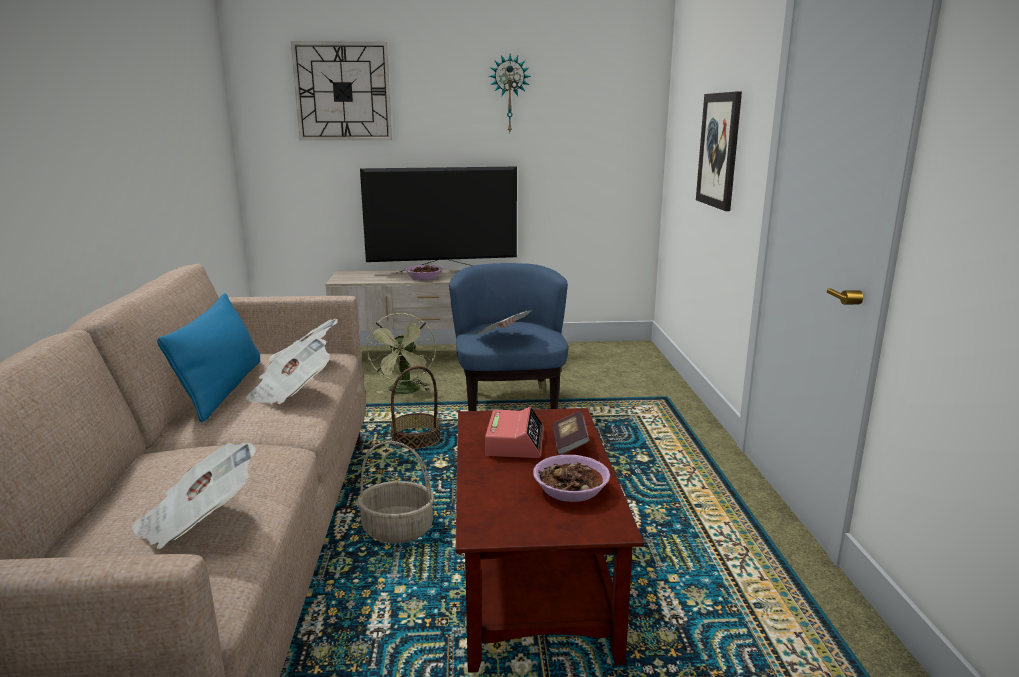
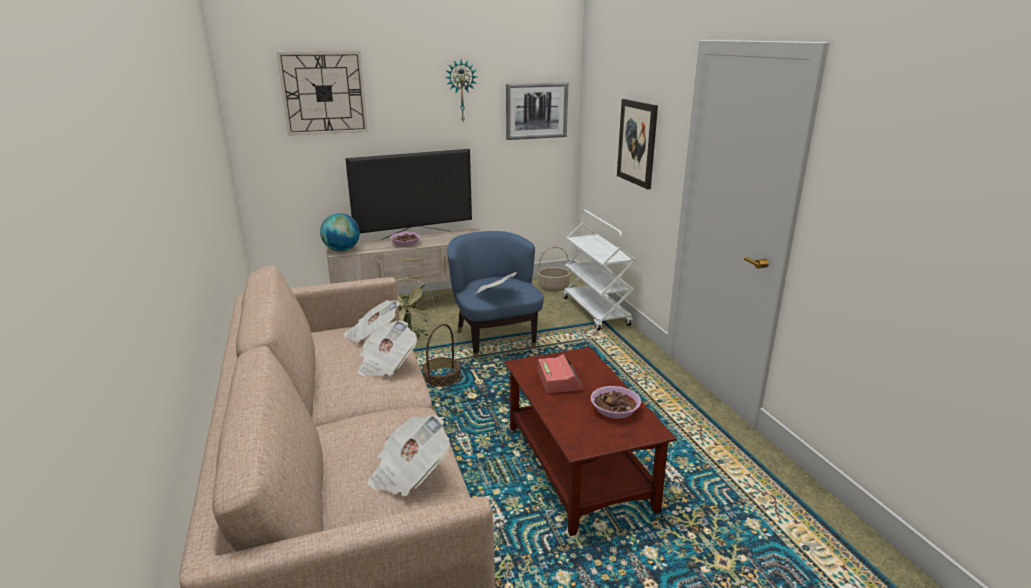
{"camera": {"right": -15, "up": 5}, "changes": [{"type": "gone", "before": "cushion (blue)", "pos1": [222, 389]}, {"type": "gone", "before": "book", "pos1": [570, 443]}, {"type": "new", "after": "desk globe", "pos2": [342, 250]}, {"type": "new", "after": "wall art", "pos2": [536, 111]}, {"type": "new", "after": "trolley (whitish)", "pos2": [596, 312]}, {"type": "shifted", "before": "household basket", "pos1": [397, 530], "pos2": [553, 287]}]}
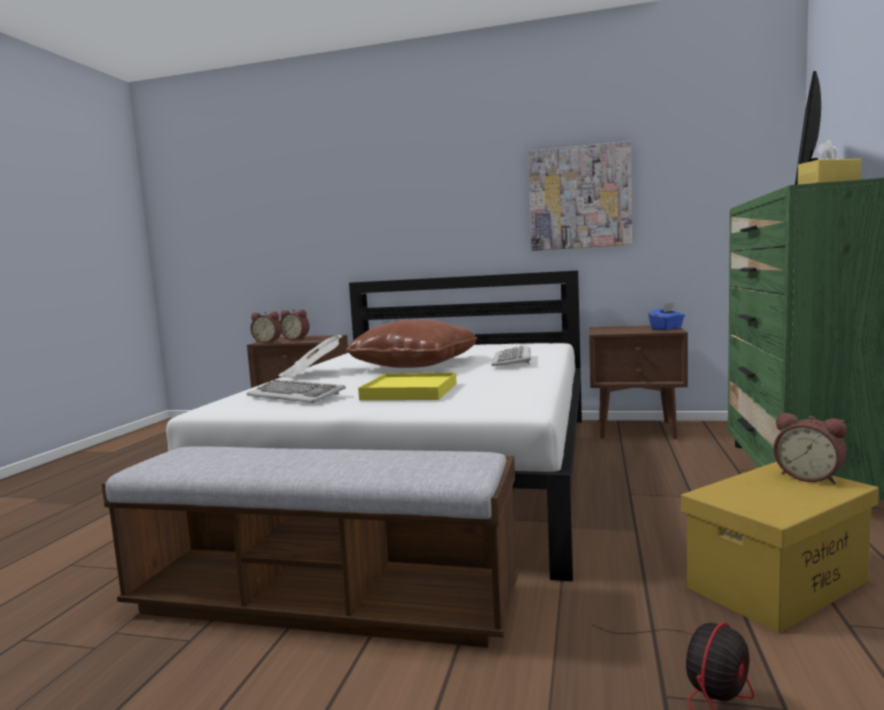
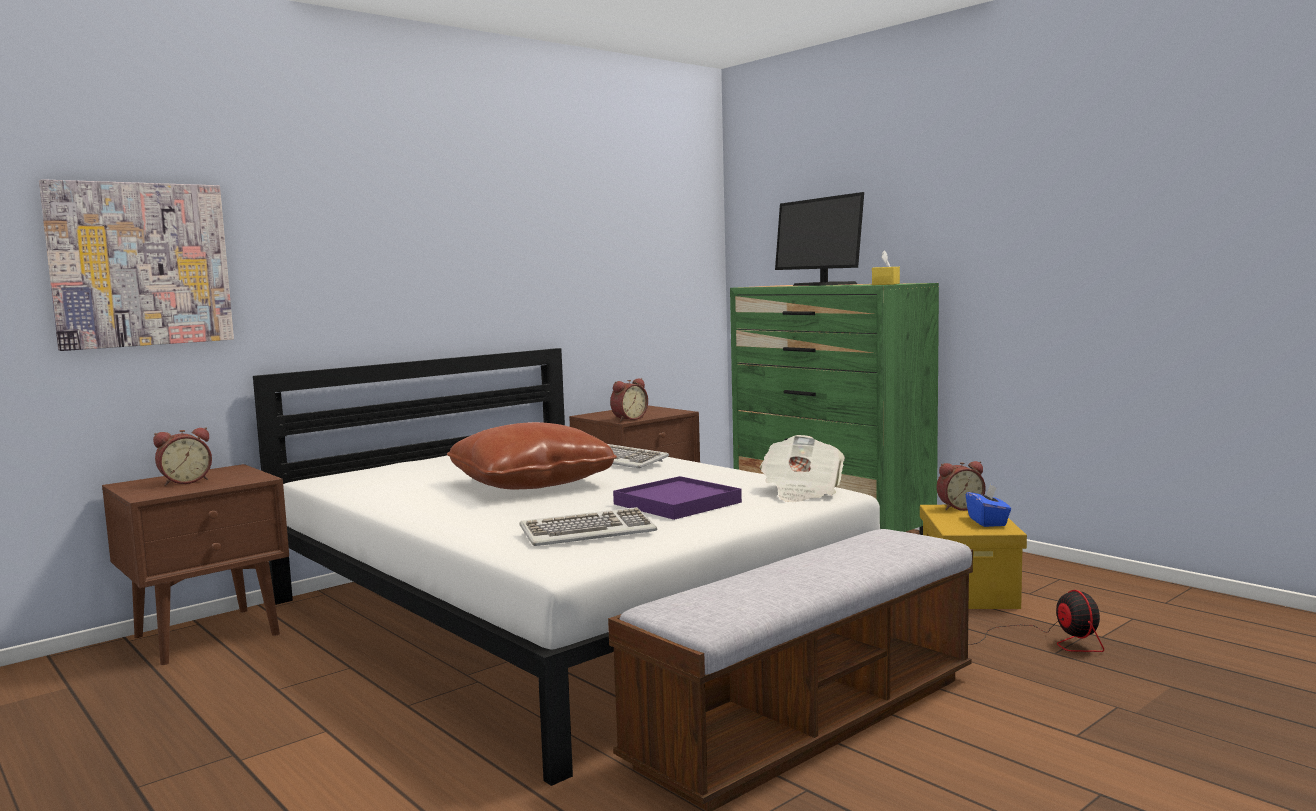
{"camera": {"right": -55, "up": 0}, "changes": [{"type": "shifted", "before": "bedside clock", "pos1": [268, 342], "pos2": [628, 419]}, {"type": "shifted", "before": "printed paper", "pos1": [311, 373], "pos2": [801, 492]}, {"type": "shifted", "before": "wall art", "pos1": [579, 197], "pos2": [141, 264]}, {"type": "shifted", "before": "tissue holder (blue)", "pos1": [667, 328], "pos2": [988, 522]}, {"type": "repainted", "before": "serving tray (yellow)", "after": "serving tray (purplish)", "pos1": [410, 391], "pos2": [677, 503]}]}
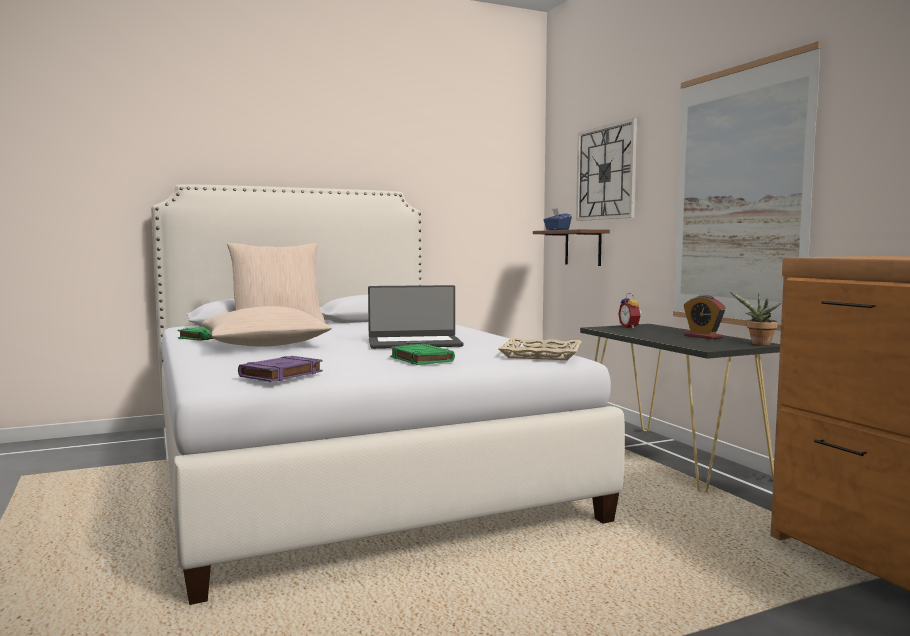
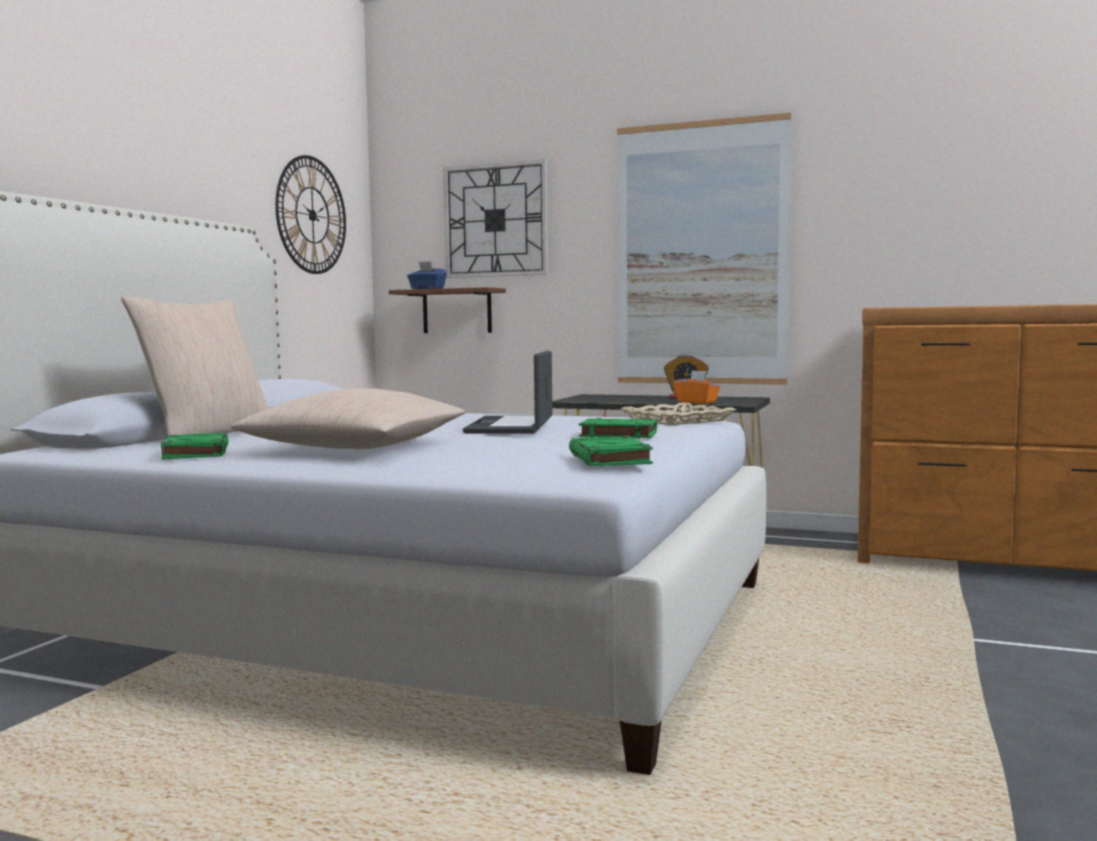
{"camera": {"right": -45, "up": 0}, "changes": [{"type": "gone", "before": "bedside clock", "pos1": [630, 327]}, {"type": "gone", "before": "houseplant", "pos1": [759, 344]}, {"type": "new", "after": "wall clock", "pos2": [312, 215]}, {"type": "new", "after": "tissue holder (orangey)", "pos2": [696, 402]}, {"type": "repainted", "before": "book (purplish)", "after": "book (green-coloured)", "pos1": [281, 374], "pos2": [610, 459]}, {"type": "rotated", "before": "laptop", "pos1": [414, 343], "pos2": [512, 426], "turn": 150}]}
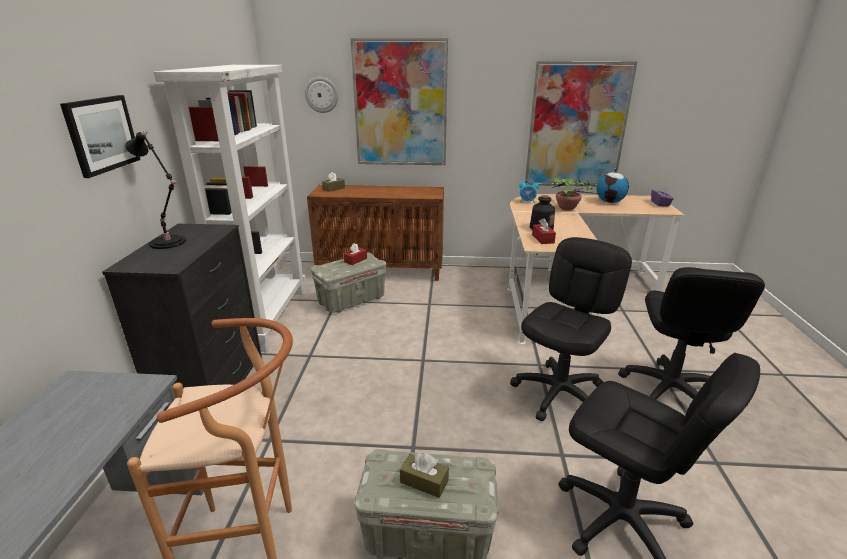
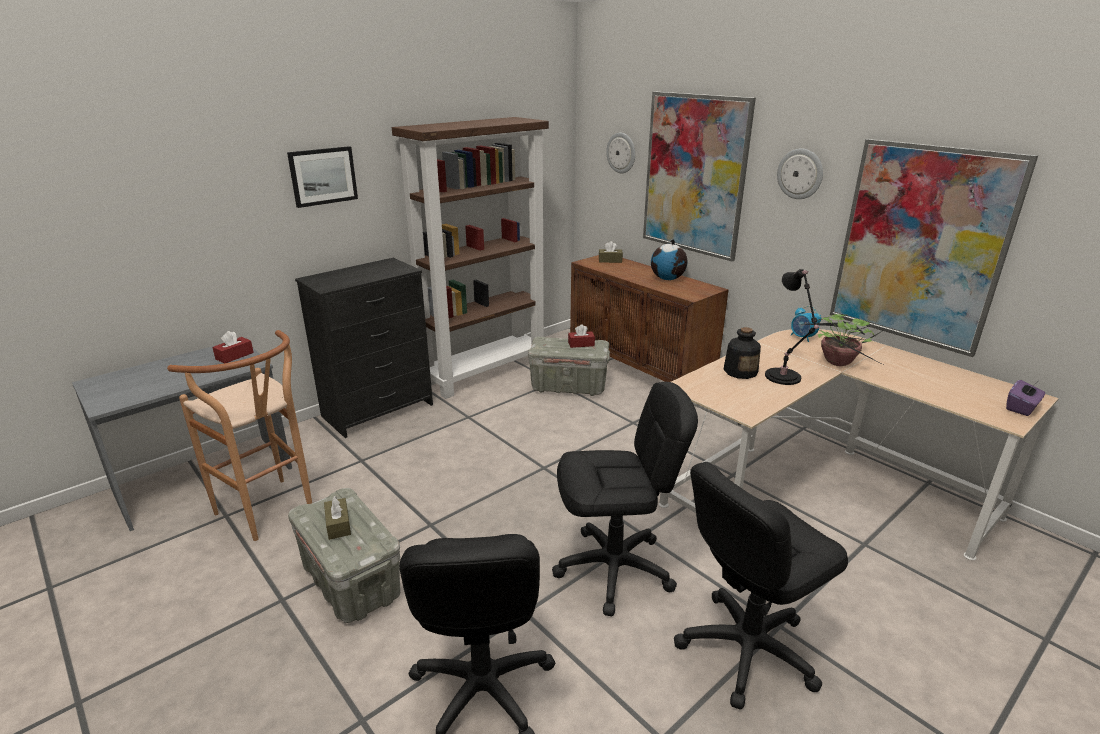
{"camera": {"right": 45, "up": 0}, "changes": [{"type": "new", "after": "wall clock", "pos2": [800, 174]}, {"type": "shifted", "before": "lamp for a table (black)", "pos1": [169, 243], "pos2": [784, 378]}, {"type": "shifted", "before": "tissue holder (reddish)", "pos1": [543, 239], "pos2": [234, 356]}, {"type": "shifted", "before": "desk globe", "pos1": [610, 202], "pos2": [668, 279]}, {"type": "repainted", "before": "bookcase (whitish)", "after": "bookcase (brownish)", "pos1": [268, 317], "pos2": [485, 371]}]}
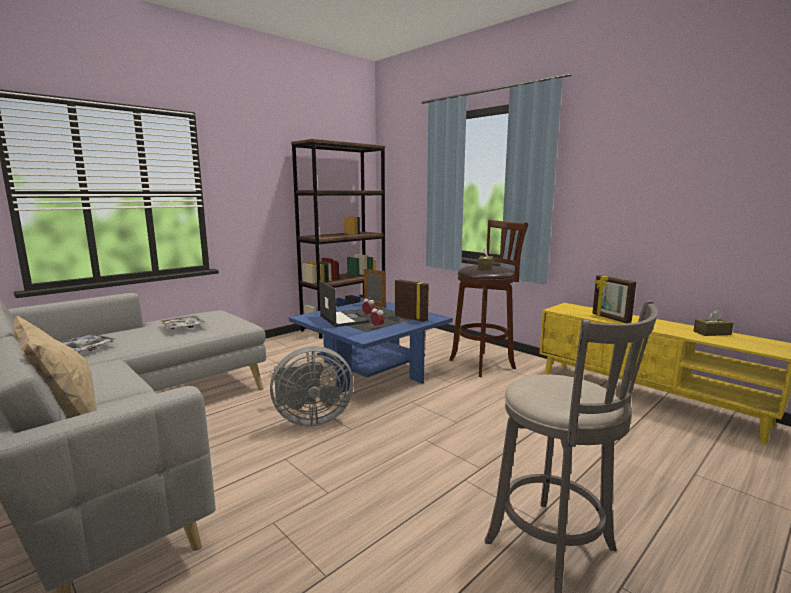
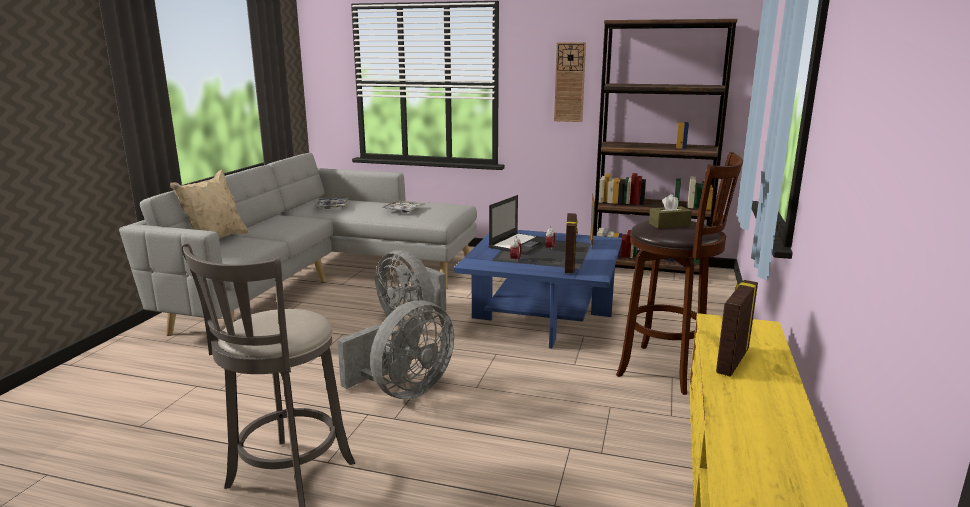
{"camera": {"right": 60, "up": 5}, "changes": [{"type": "gone", "before": "tissue holder (brownish)", "pos1": [712, 333]}, {"type": "new", "after": "electric fan (greyish)", "pos2": [404, 391]}, {"type": "new", "after": "wall clock", "pos2": [569, 82]}]}
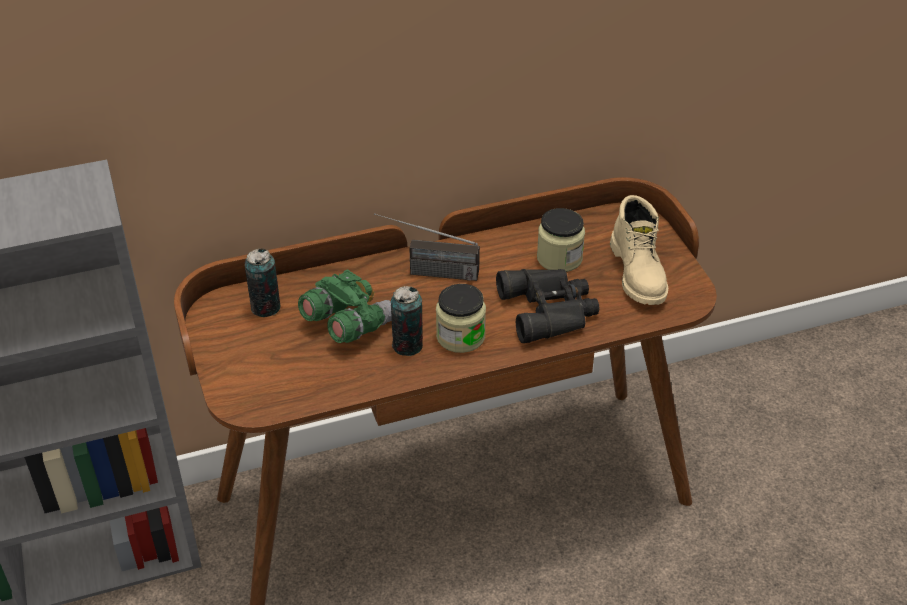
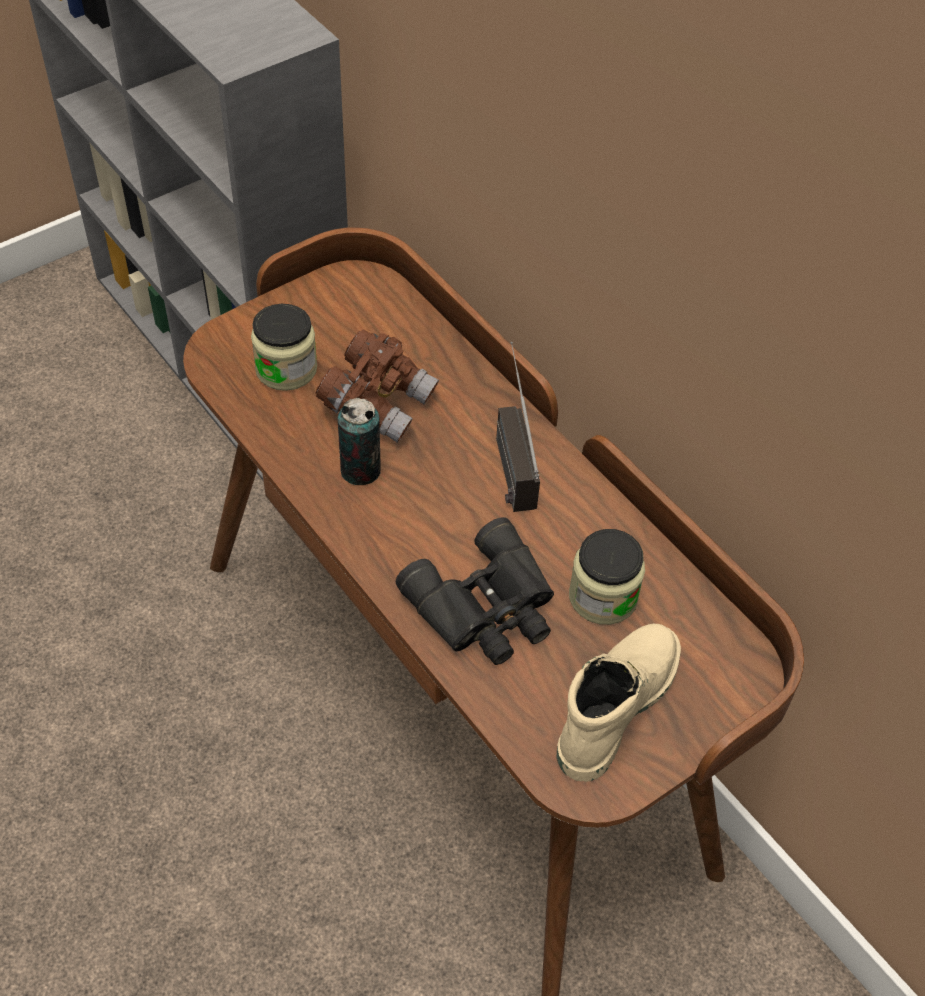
{"camera": {"right": 70, "up": 10}, "changes": [{"type": "gone", "before": "sealed can", "pos1": [265, 307]}, {"type": "shifted", "before": "preserve jar", "pos1": [460, 336], "pos2": [286, 369]}, {"type": "repainted", "before": "binoculars (green-coloured)", "after": "binoculars (brownish)", "pos1": [347, 324], "pos2": [378, 403]}, {"type": "rotated", "before": "tall boot (sand-coloured)", "pos1": [639, 273], "pos2": [614, 704], "turn": 150}]}
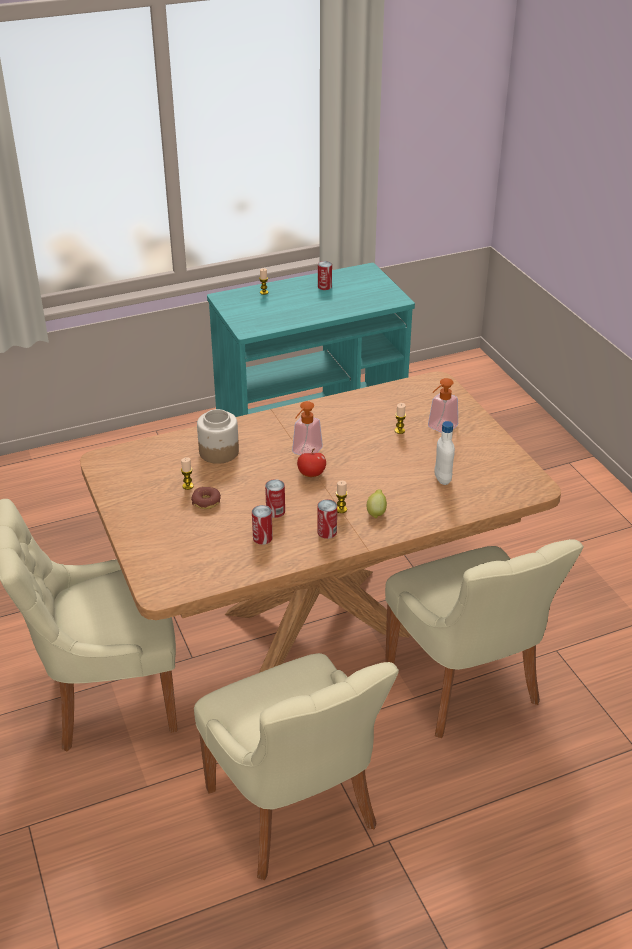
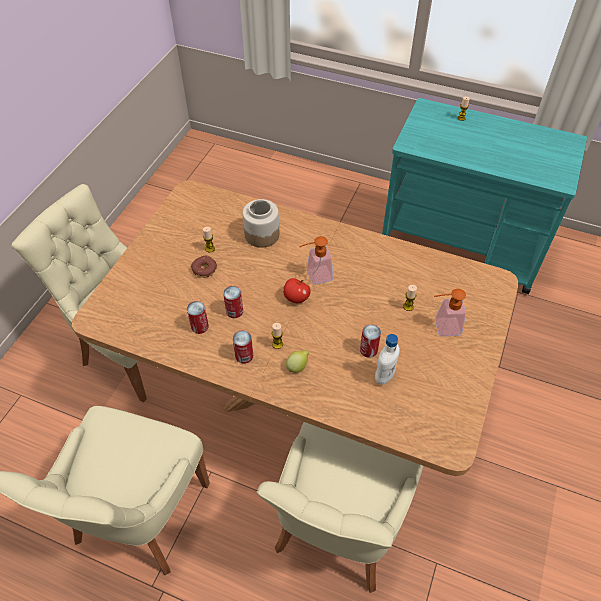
{"camera": {"right": 45, "up": 15}, "changes": [{"type": "shifted", "before": "sealed can", "pos1": [324, 286], "pos2": [368, 350]}]}
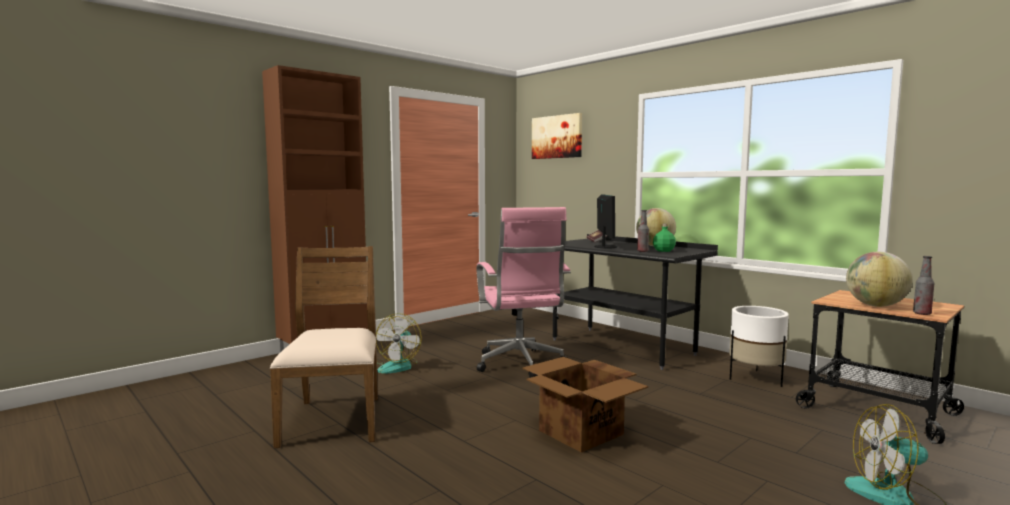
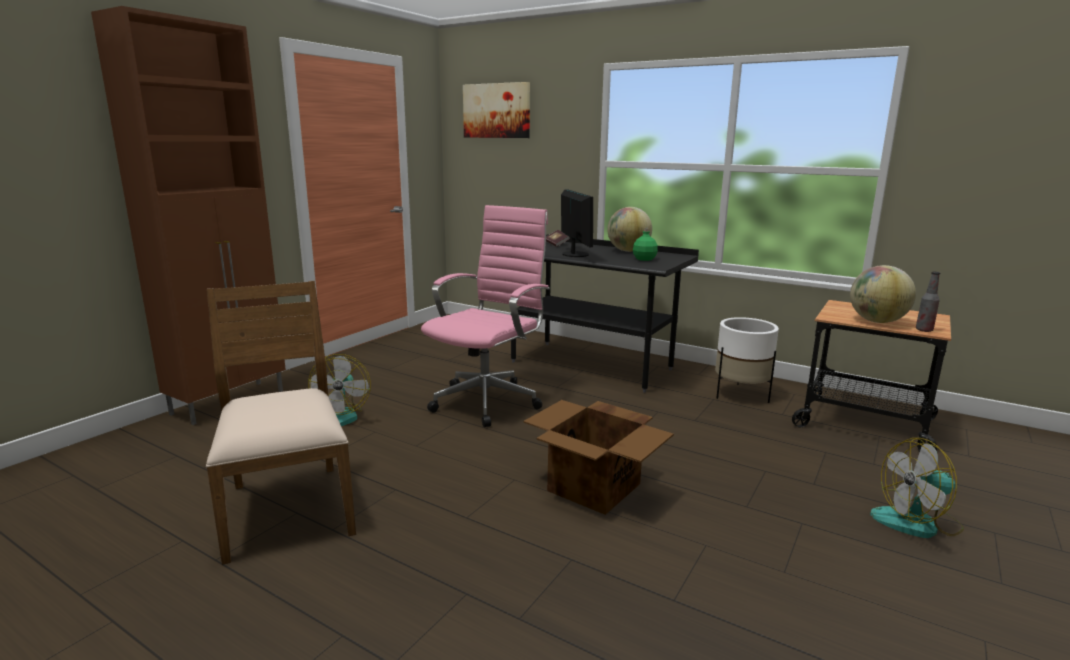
{"camera": {"right": -15, "up": 10}, "changes": [{"type": "gone", "before": "drink bottle", "pos1": [642, 251]}, {"type": "rotated", "before": "desk chair (pink-coloured)", "pos1": [520, 365], "pos2": [489, 401], "turn": -120}]}
